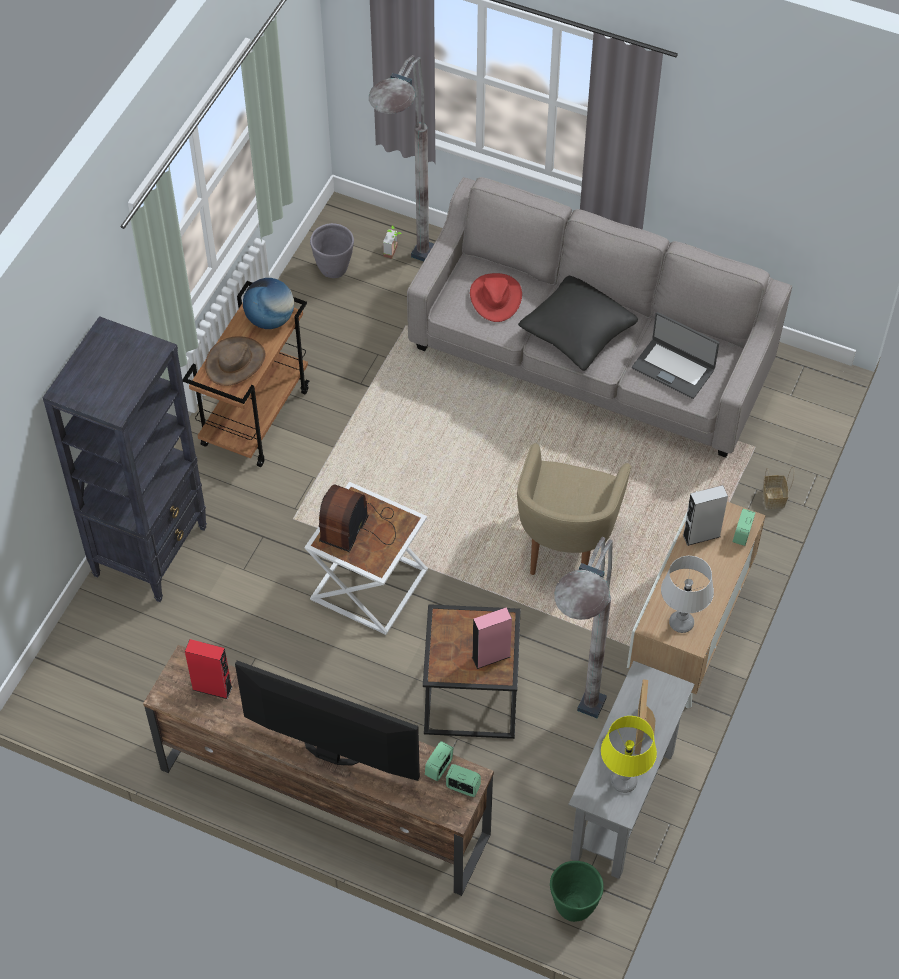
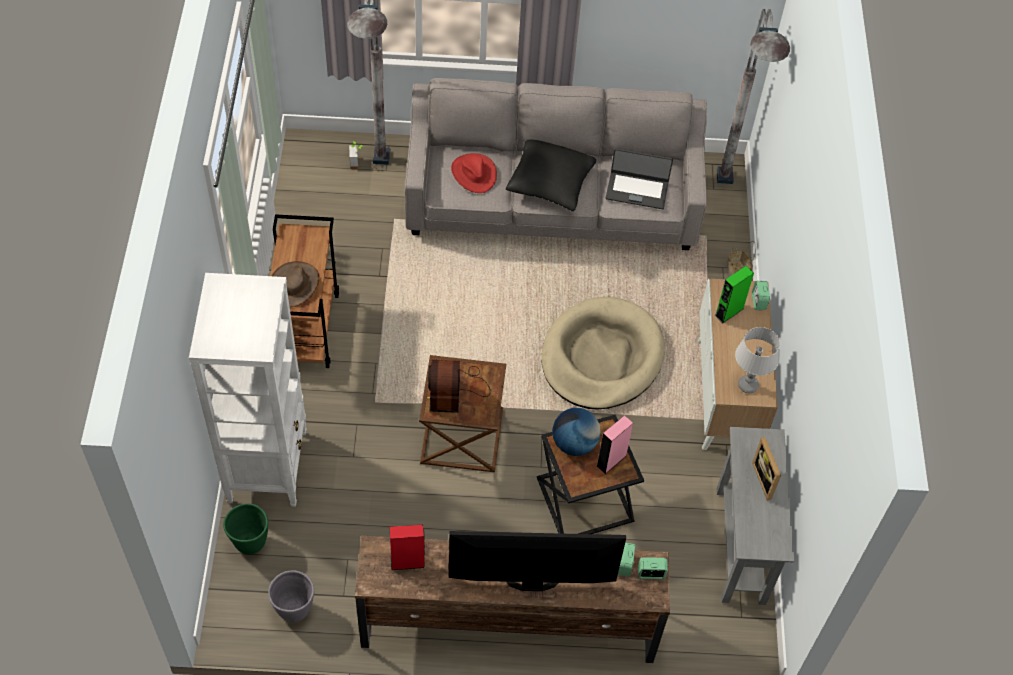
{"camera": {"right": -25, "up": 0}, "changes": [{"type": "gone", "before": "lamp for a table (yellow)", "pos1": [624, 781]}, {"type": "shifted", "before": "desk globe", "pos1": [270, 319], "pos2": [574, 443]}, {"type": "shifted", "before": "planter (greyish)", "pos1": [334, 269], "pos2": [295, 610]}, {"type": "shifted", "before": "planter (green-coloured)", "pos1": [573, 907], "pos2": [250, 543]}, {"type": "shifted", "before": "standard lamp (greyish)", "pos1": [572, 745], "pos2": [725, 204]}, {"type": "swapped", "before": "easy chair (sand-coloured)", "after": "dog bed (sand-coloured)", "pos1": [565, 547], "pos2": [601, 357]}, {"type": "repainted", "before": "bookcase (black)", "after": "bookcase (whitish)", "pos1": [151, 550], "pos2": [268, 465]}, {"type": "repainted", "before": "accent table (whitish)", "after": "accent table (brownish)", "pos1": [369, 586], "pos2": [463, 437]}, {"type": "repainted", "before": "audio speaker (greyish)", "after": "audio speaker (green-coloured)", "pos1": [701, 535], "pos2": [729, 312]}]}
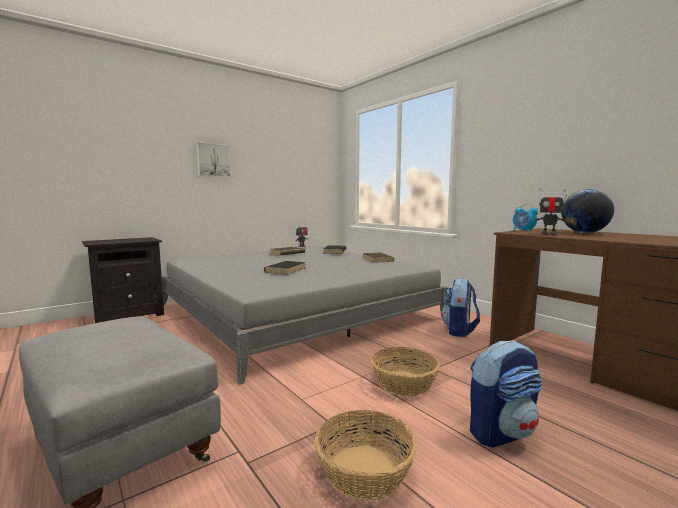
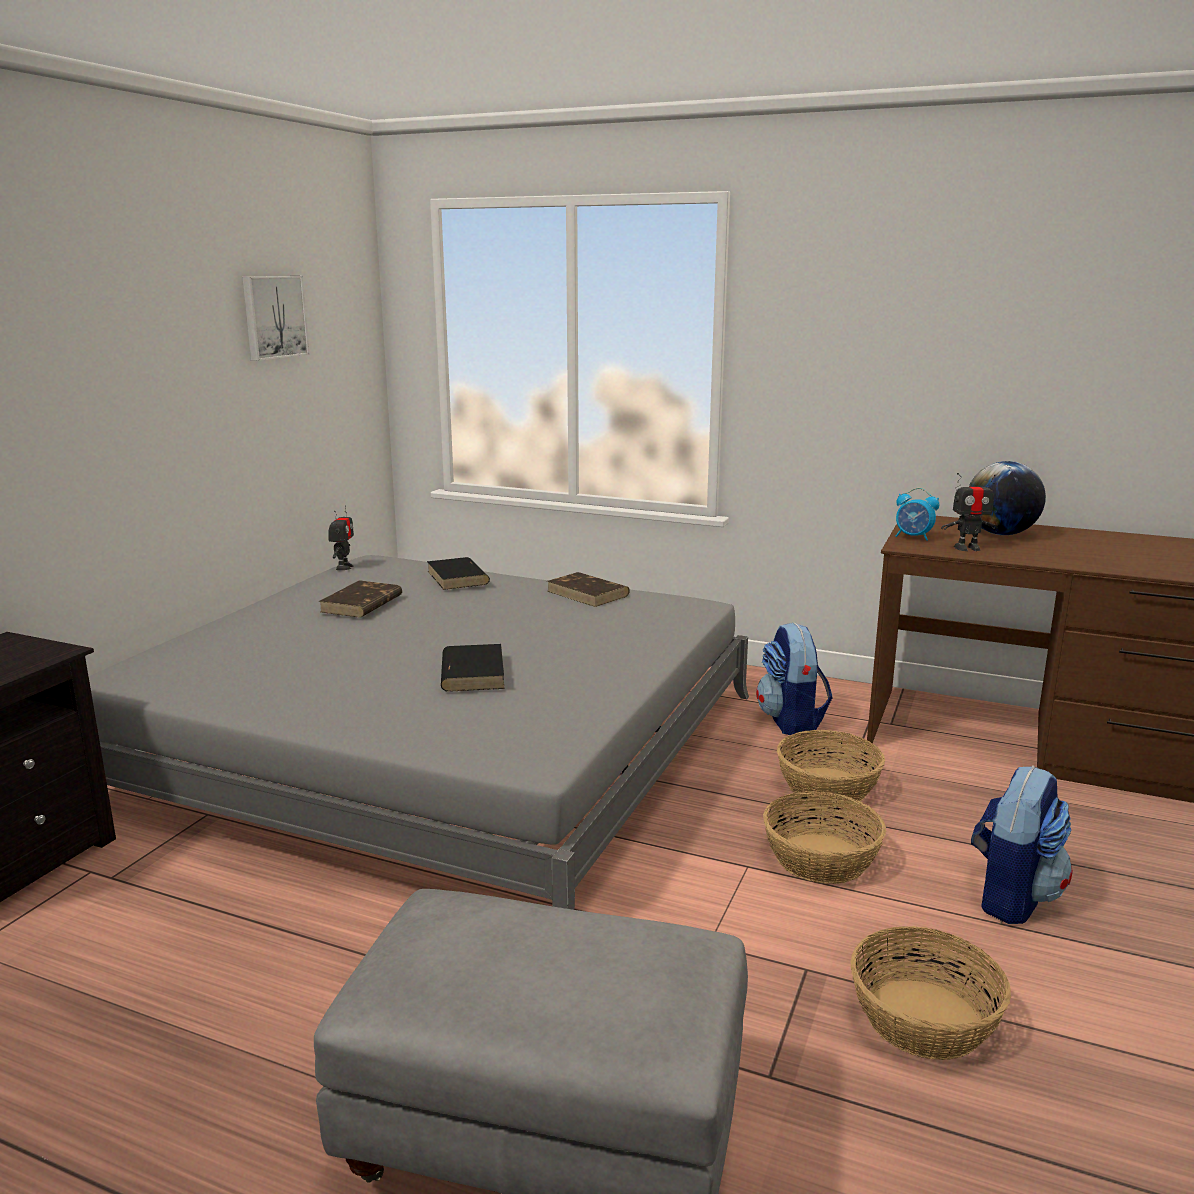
{"camera": {"right": -30, "up": 10}, "changes": [{"type": "new", "after": "household basket", "pos2": [828, 786]}, {"type": "shifted", "before": "wall art", "pos1": [213, 160], "pos2": [273, 317]}]}
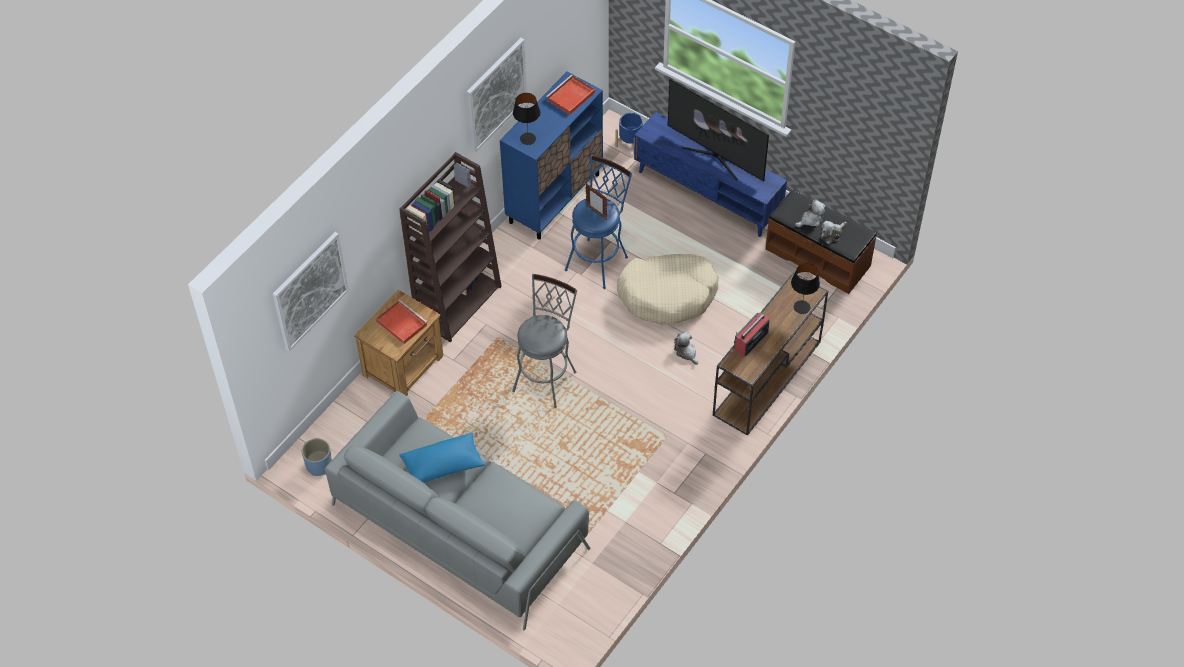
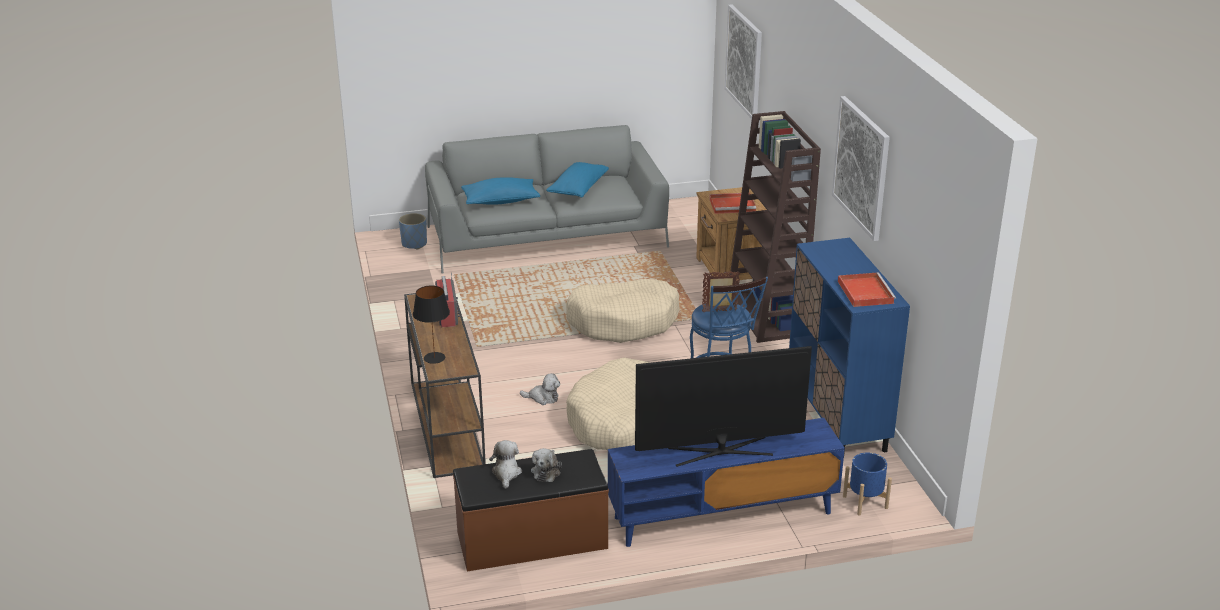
{"camera": {"right": 130, "up": -25}, "changes": [{"type": "gone", "before": "lamp for a table (black)", "pos1": [527, 139]}, {"type": "new", "after": "cushion (blue)", "pos2": [500, 201]}, {"type": "shifted", "before": "planter (blue)", "pos1": [319, 465], "pos2": [414, 244]}, {"type": "swapped", "before": "stool (greyish)", "after": "dog bed (sand-coloured)", "pos1": [547, 377], "pos2": [624, 321]}]}
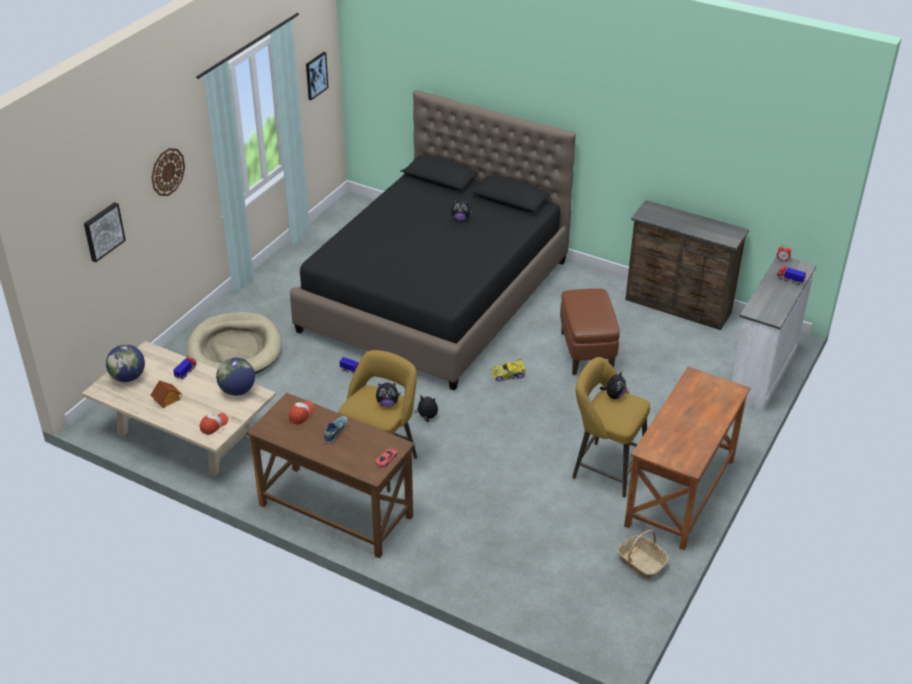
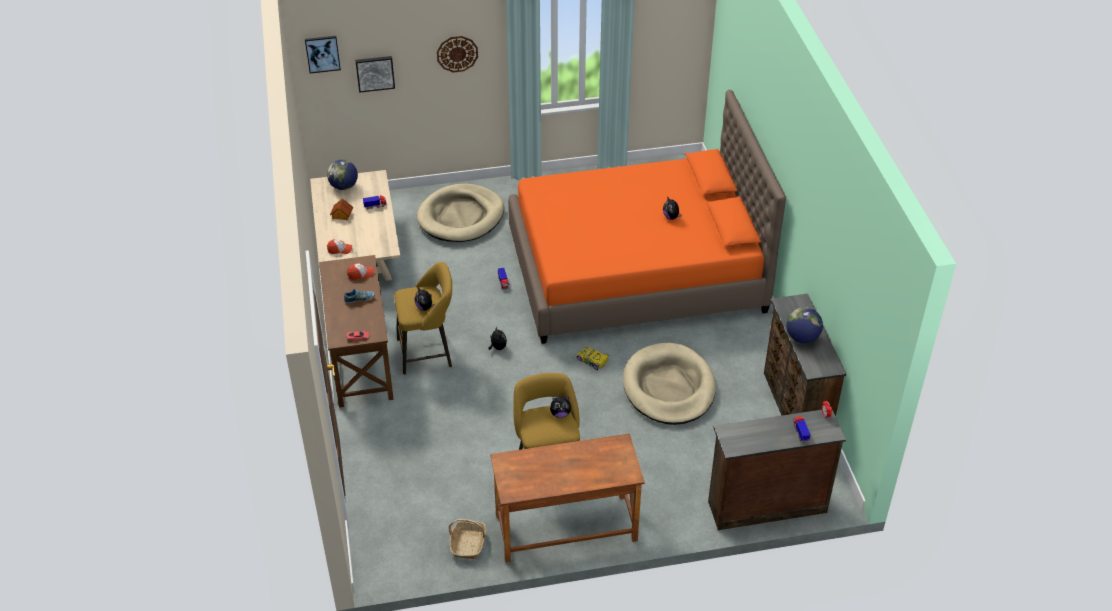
{"camera": {"right": 50, "up": 5}, "changes": [{"type": "shifted", "before": "desk globe", "pos1": [237, 391], "pos2": [802, 338]}, {"type": "shifted", "before": "wall art", "pos1": [316, 75], "pos2": [322, 53]}, {"type": "swapped", "before": "ottoman (brownish)", "after": "dog bed (sand-coloured)", "pos1": [586, 352], "pos2": [669, 387]}, {"type": "repainted", "before": "sleeping bed (black)", "after": "sleeping bed (orangey)", "pos1": [436, 295], "pos2": [636, 271]}, {"type": "repainted", "before": "chest of drawers (whitish)", "after": "chest of drawers (brownish)", "pos1": [760, 375], "pos2": [766, 505]}]}
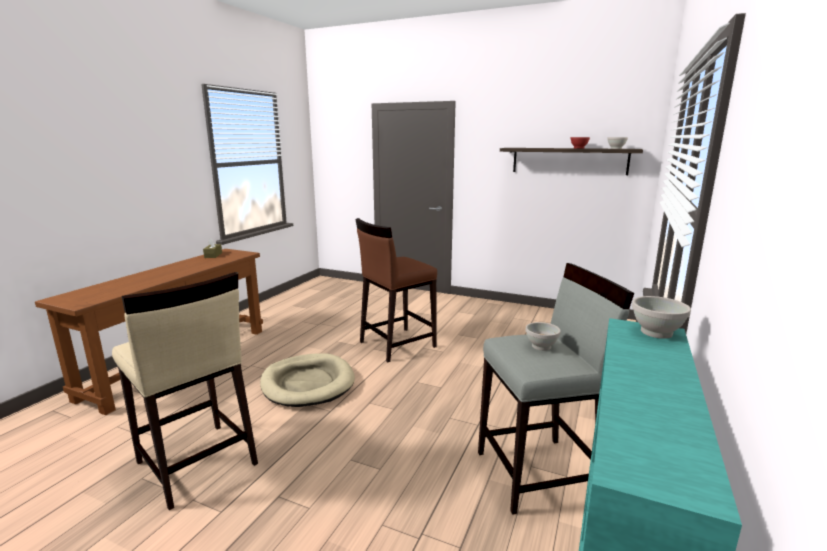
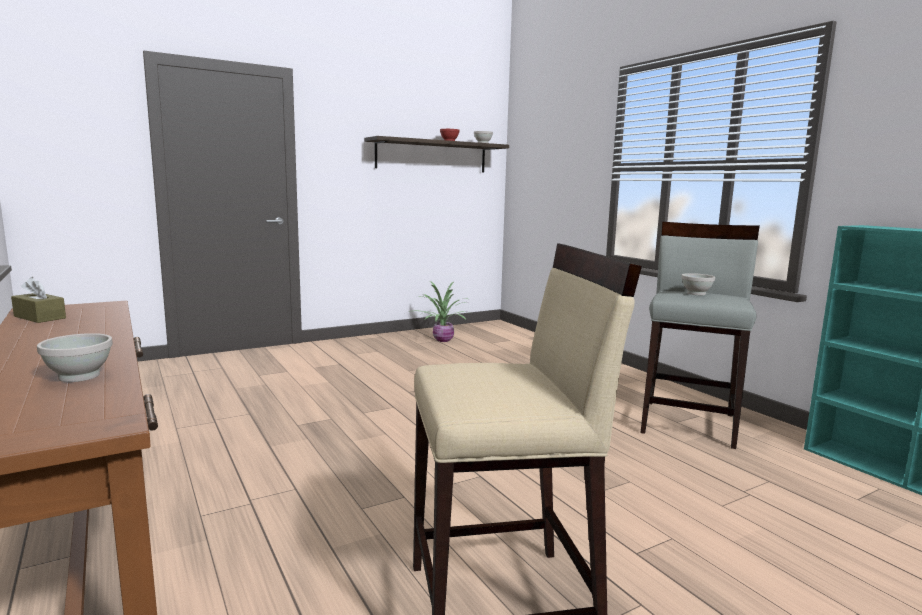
{"camera": {"right": -55, "up": -5}, "changes": [{"type": "gone", "before": "dog bed (sand-coloured)", "pos1": [308, 383]}, {"type": "gone", "before": "stool (brownish)", "pos1": [396, 344]}, {"type": "new", "after": "houseplant", "pos2": [442, 340]}, {"type": "shifted", "before": "bowl (whitish)", "pos1": [656, 333], "pos2": [79, 377]}]}
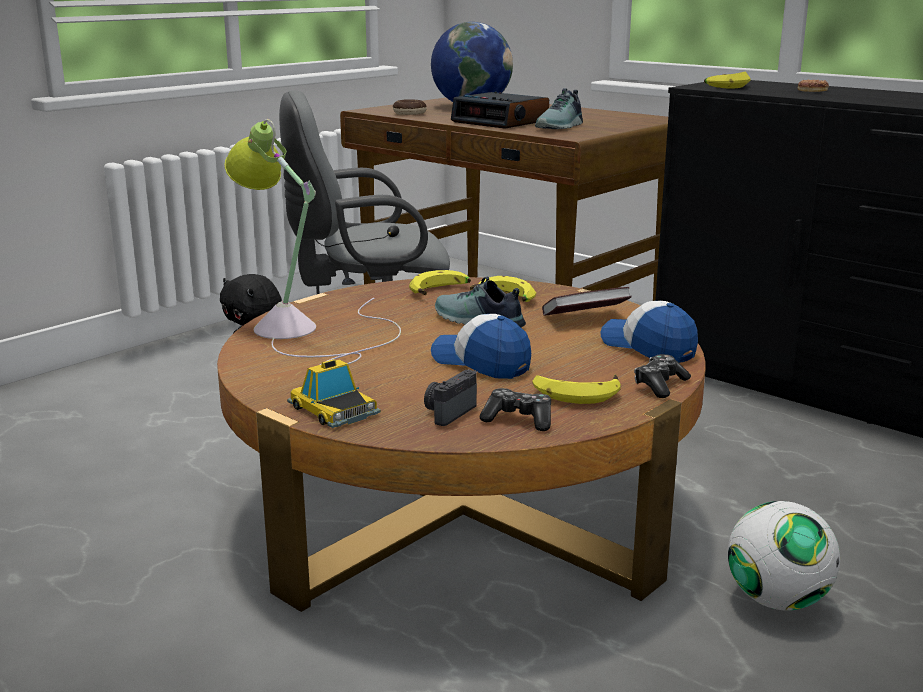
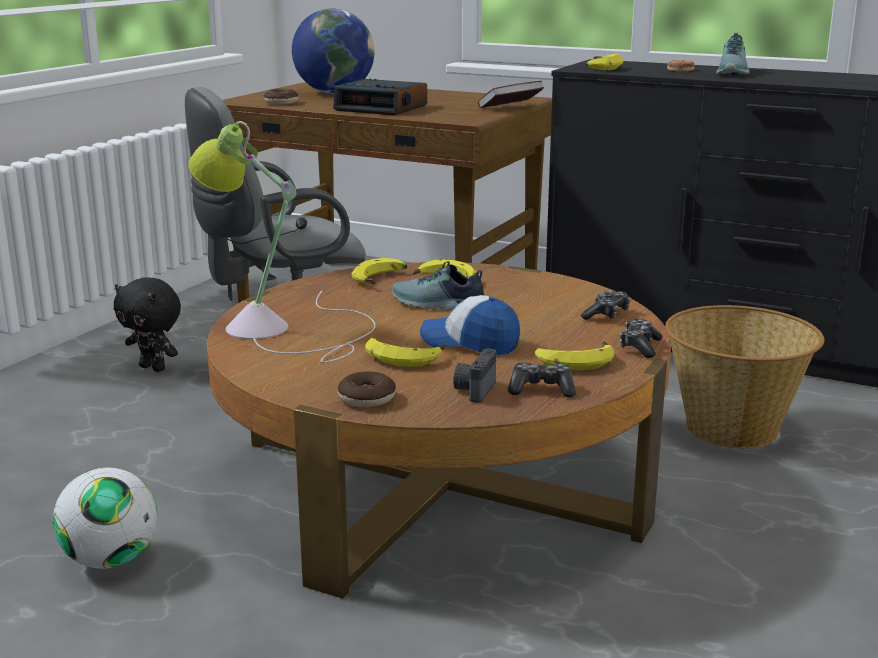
{"camera": {"right": -15, "up": 0}, "changes": [{"type": "new", "after": "whole banana", "pos2": [404, 357]}, {"type": "new", "after": "household basket", "pos2": [733, 429]}, {"type": "shifted", "before": "shoe", "pos1": [561, 127], "pos2": [733, 72]}, {"type": "shifted", "before": "book", "pos1": [585, 318], "pos2": [510, 108]}, {"type": "shifted", "before": "ball for football", "pos1": [777, 600], "pos2": [111, 560]}, {"type": "swapped", "before": "toy car", "after": "donut", "pos1": [333, 409], "pos2": [367, 399]}, {"type": "swapped", "before": "cap", "after": "gamepad", "pos1": [648, 347], "pos2": [607, 315]}]}
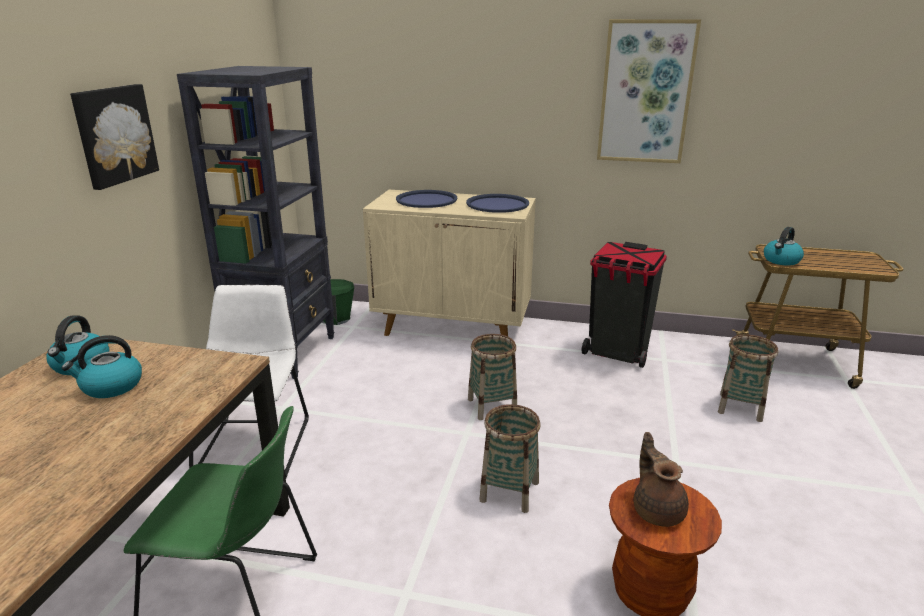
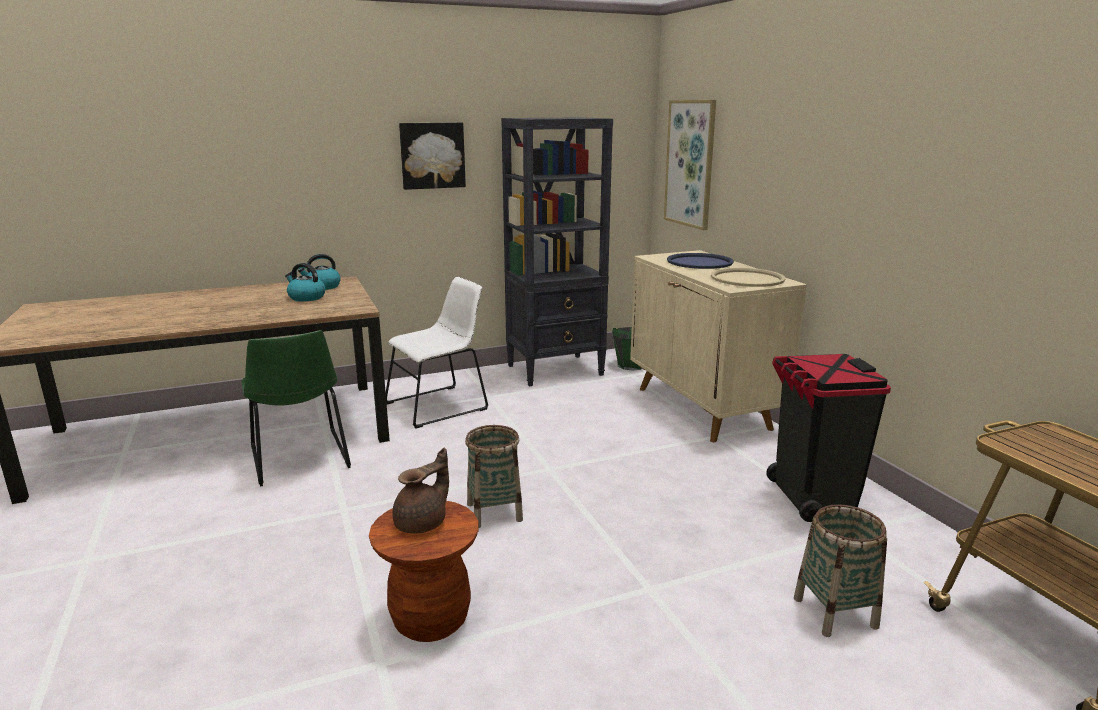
{"camera": {"right": 55, "up": -5}, "changes": [{"type": "gone", "before": "household basket", "pos1": [492, 406]}, {"type": "gone", "before": "tea kettle", "pos1": [781, 261]}, {"type": "shifted", "before": "wall art", "pos1": [645, 93], "pos2": [690, 164]}, {"type": "repainted", "before": "serving tray (blue)", "after": "serving tray (sand-coloured)", "pos1": [497, 204], "pos2": [747, 279]}]}
